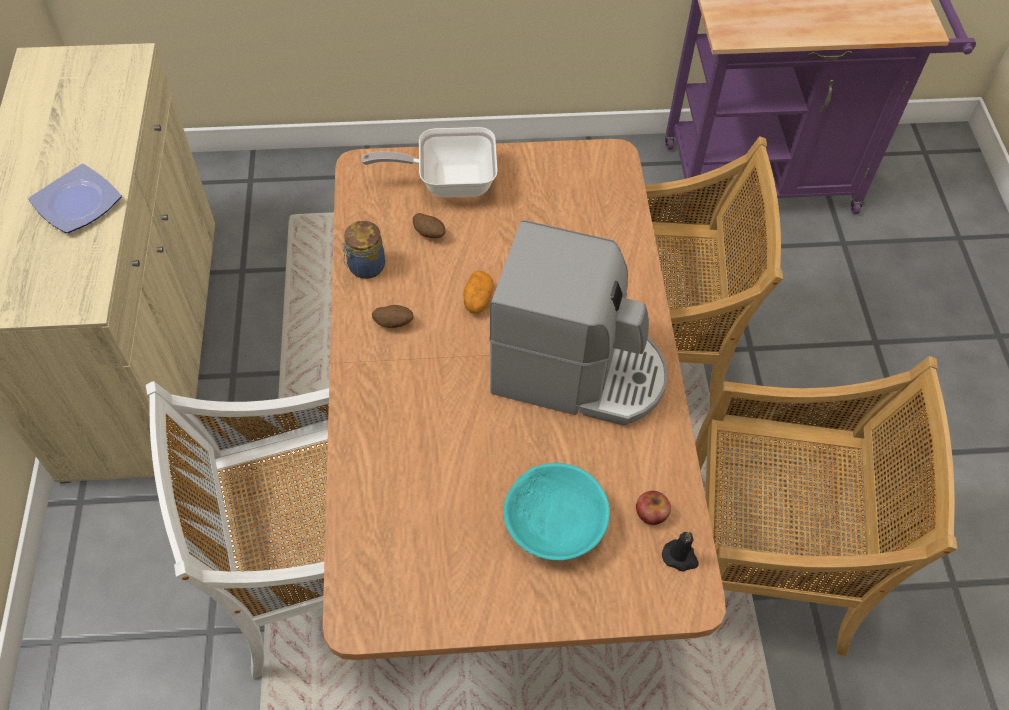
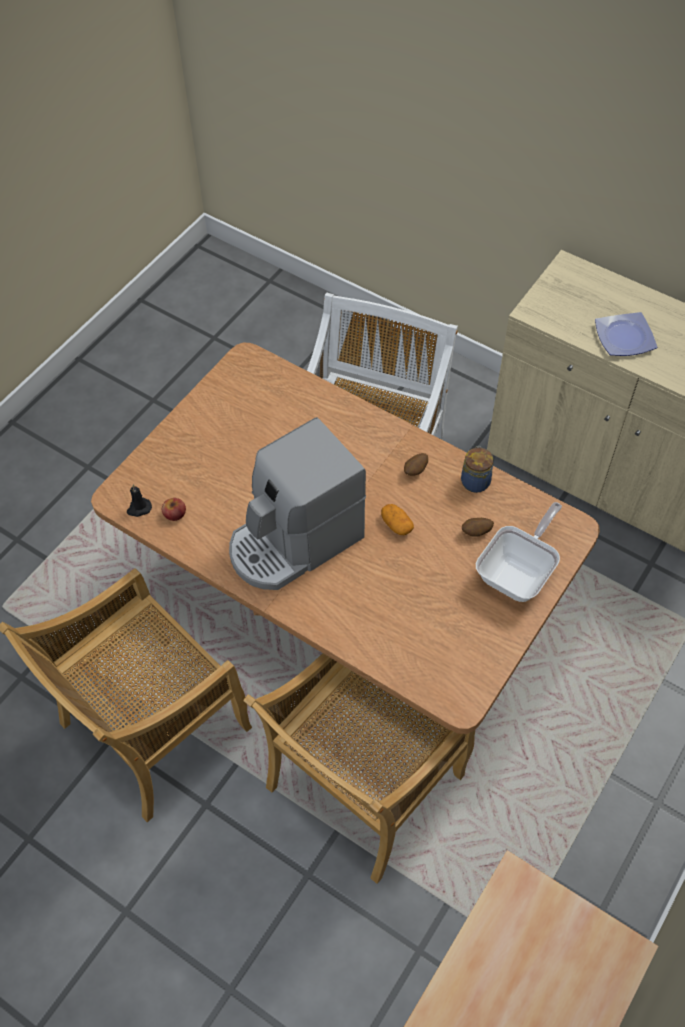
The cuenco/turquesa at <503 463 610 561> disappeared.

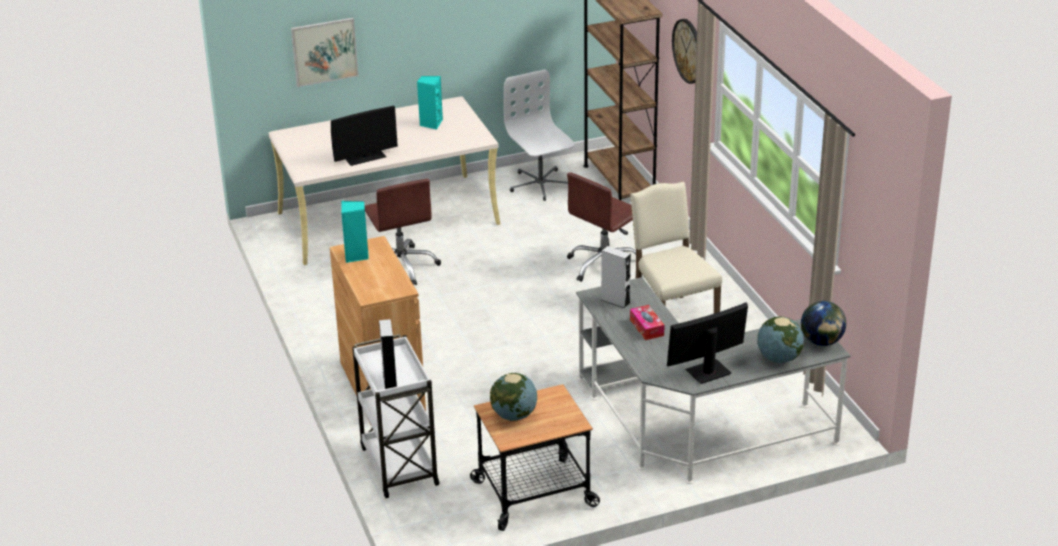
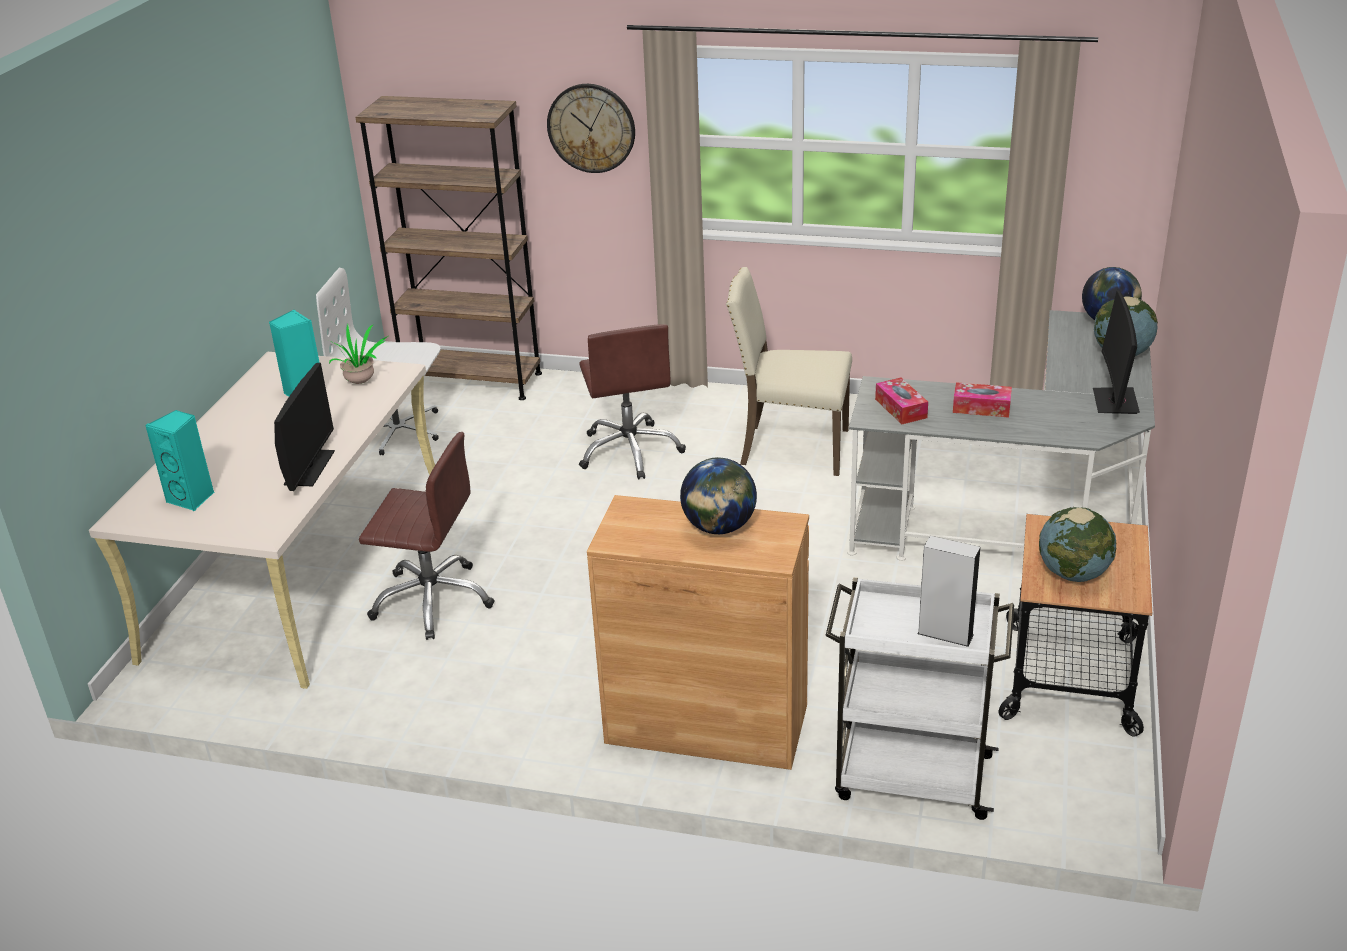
The cuadro at <291 18 358 87> disappeared.
The planta en maceta at <329 324 388 384> appeared.
The globo terráqueo at <680 457 757 534> appeared.
The altavoz/turquesa moved from <341 201 369 263> to <145 410 214 512>.
The altavoz/gris at <601 246 631 308> was replaced by the caja de pañuelos at <875 378 928 424>.

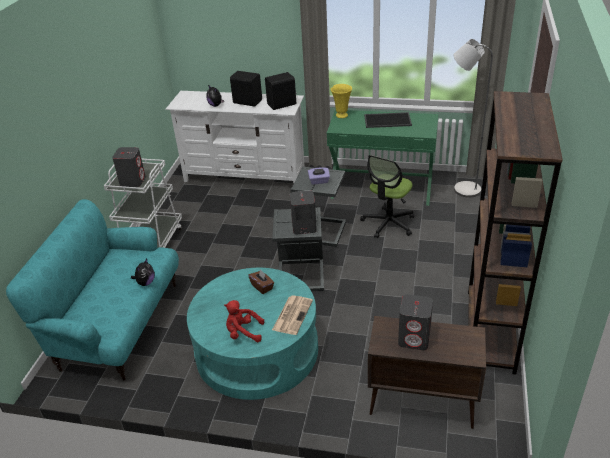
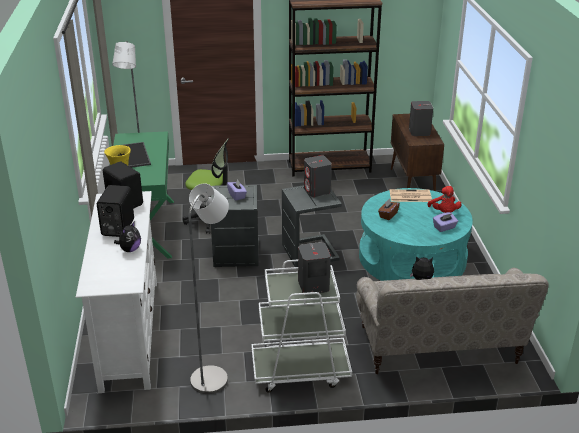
The lámpara de pie/gris at <189 183 229 394> appeared.
The caja de pañuelos/morado at <433 212 458 232> appeared.
The sofá/turquesa at <6 199 179 380> became the sofá/beis at <356 268 549 374>.

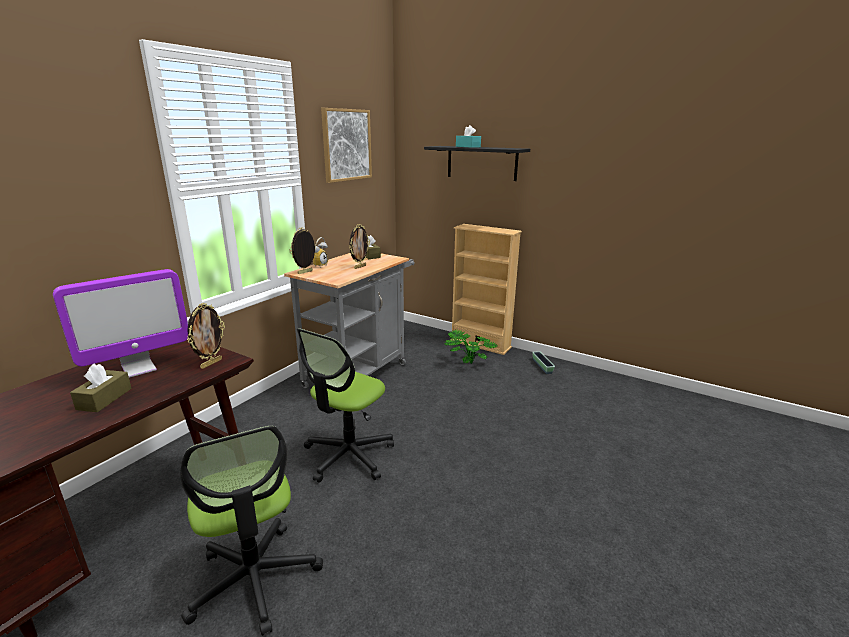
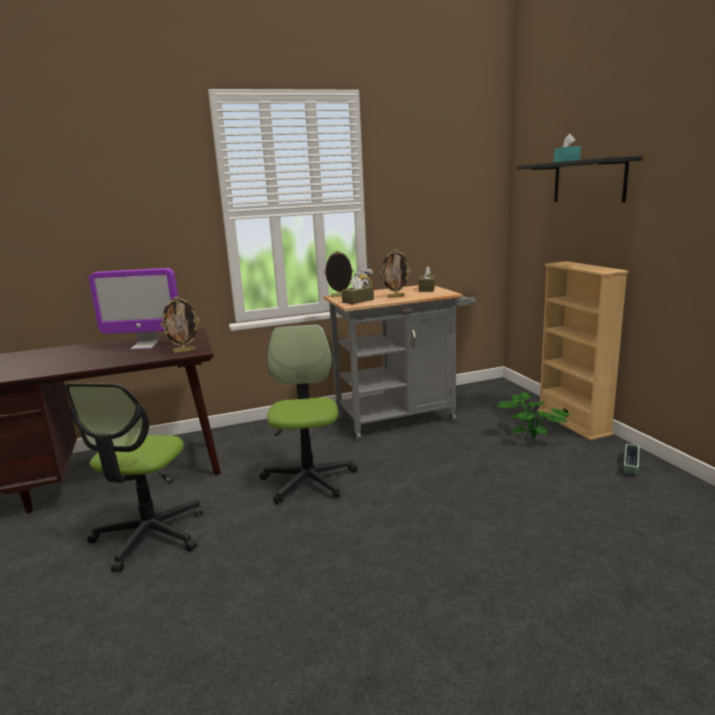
The cuadro at <321 108 372 183> disappeared.
The caja de pañuelos/marrón moved from <70 364 132 412> to <342 276 374 304>.
The silla de oficina at <297 328 394 483> turned 105 degrees clockwise.

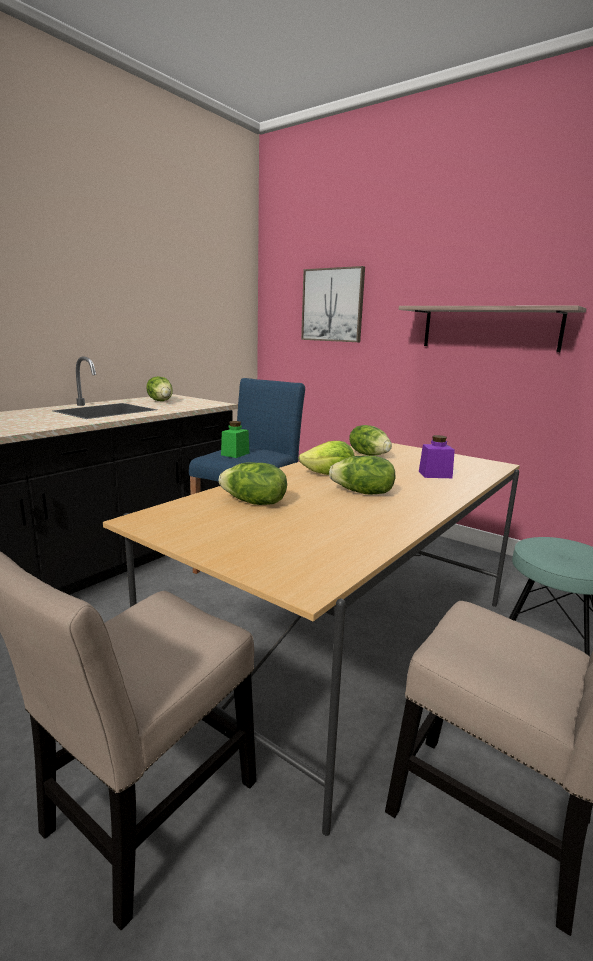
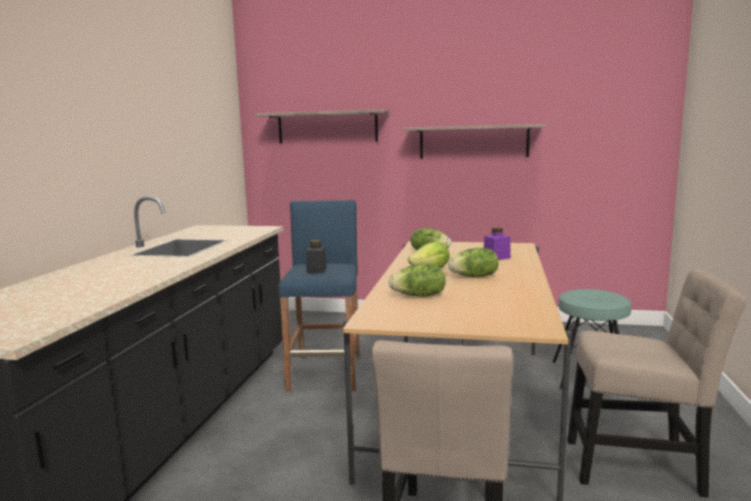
The lechuga at <146 376 173 401> disappeared.
The cuadro at <301 266 365 342> was replaced by the estante at <256 109 389 144>.
The tarro/verde at <221 421 249 458> became the tarro/negro at <307 240 327 273>.

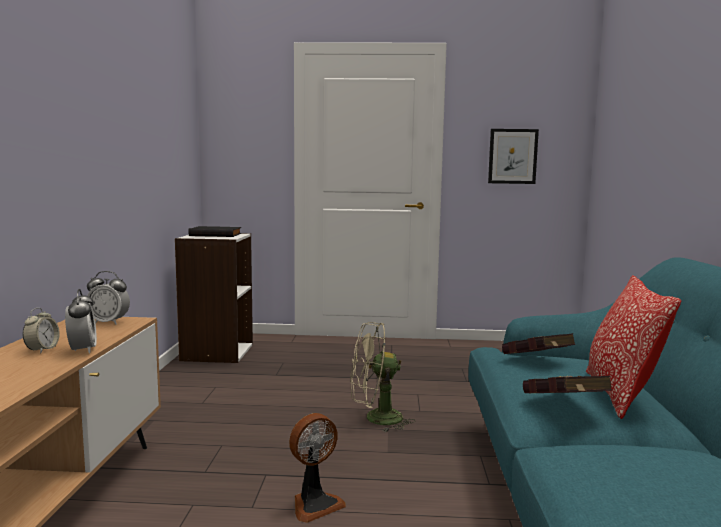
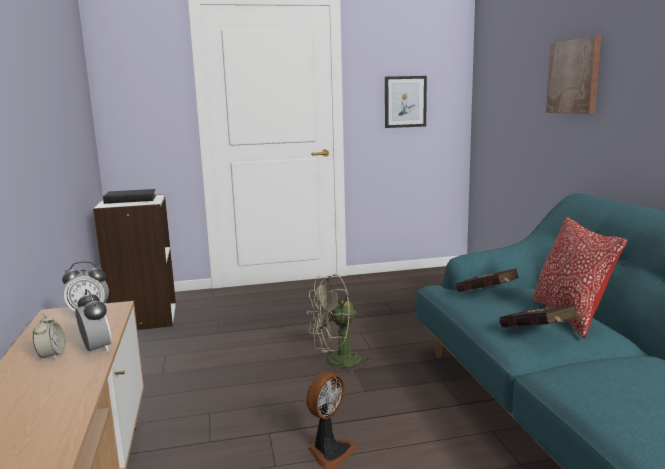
The cuadro at <546 35 601 114> appeared.

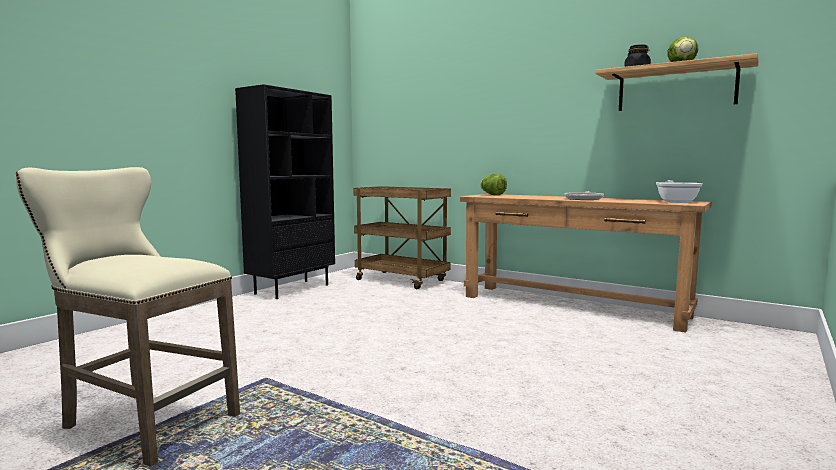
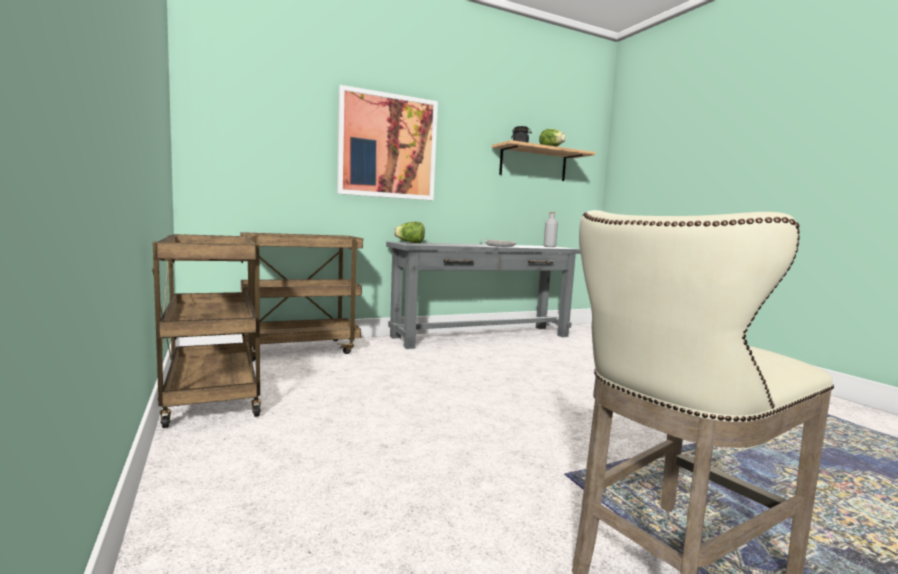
The cuadro at <337 85 438 200> appeared.
The estantería/negro at <235 84 335 299> was replaced by the carrito/marrón at <152 234 261 428>.
The sartén at <656 180 702 203> was replaced by the botella/gris at <544 212 558 247>.
The mesa consola/marrón at <460 194 712 333> became the mesa consola/gris at <386 242 580 349>.

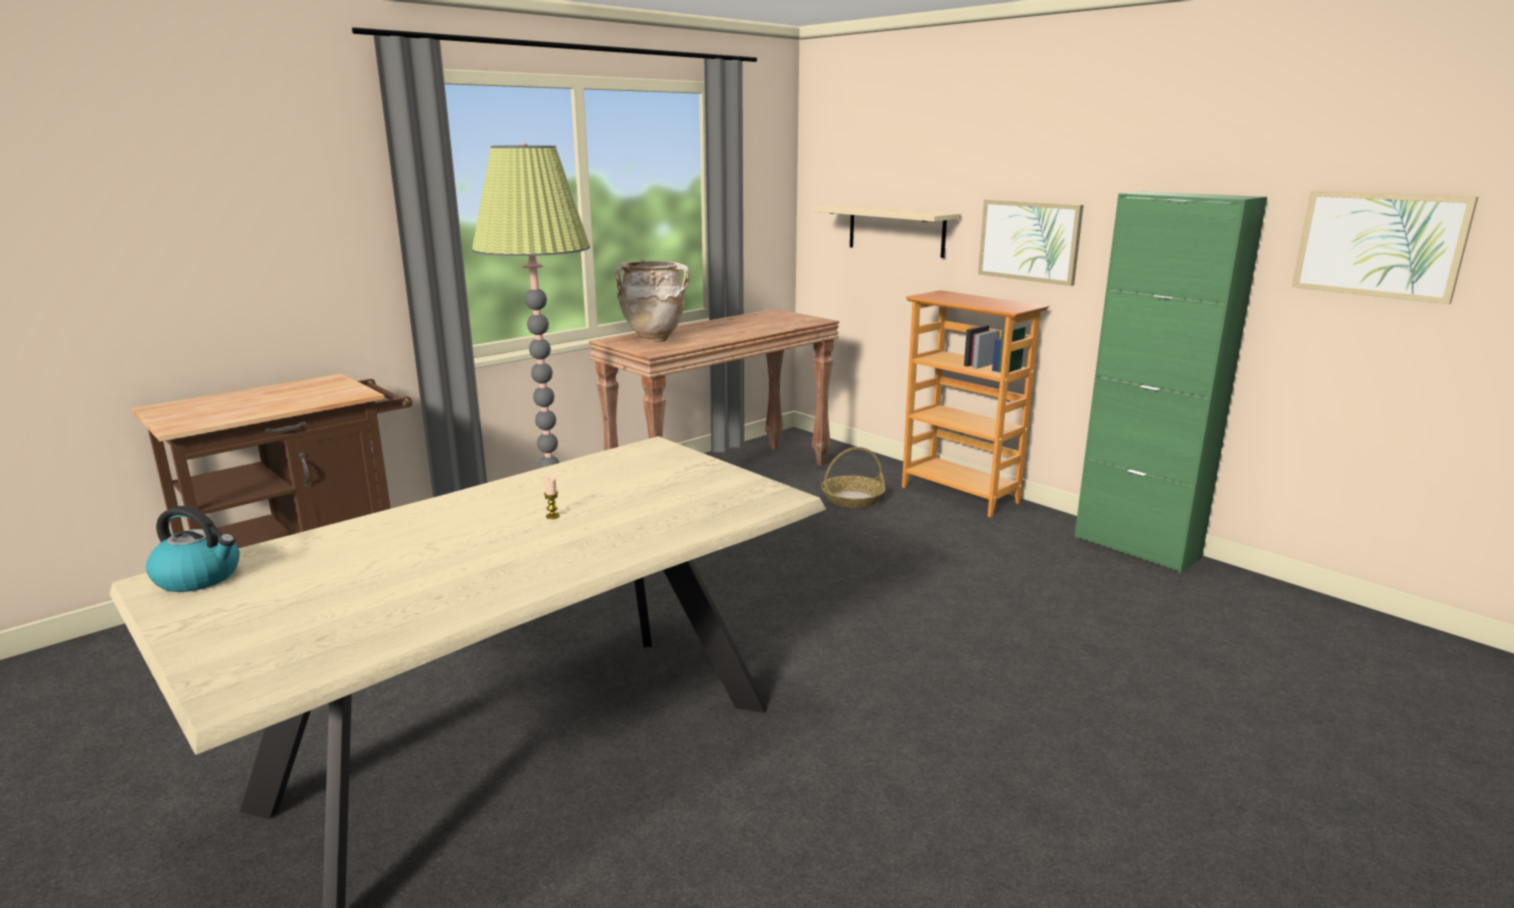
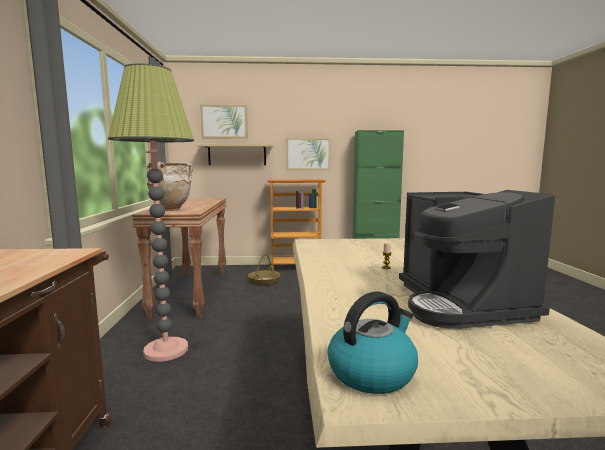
The cafetera at <399 190 555 329> appeared.
The cuadro moved from <1292 190 1478 304> to <200 105 248 139>.

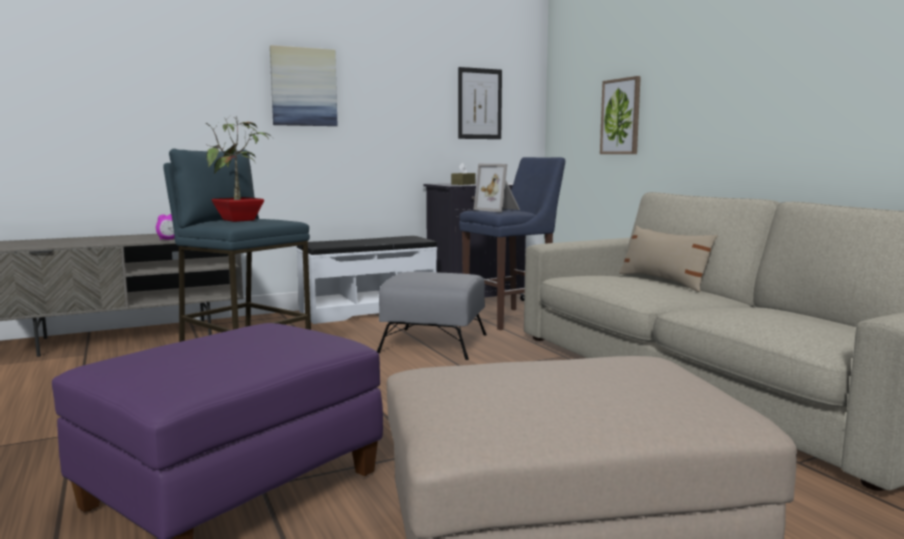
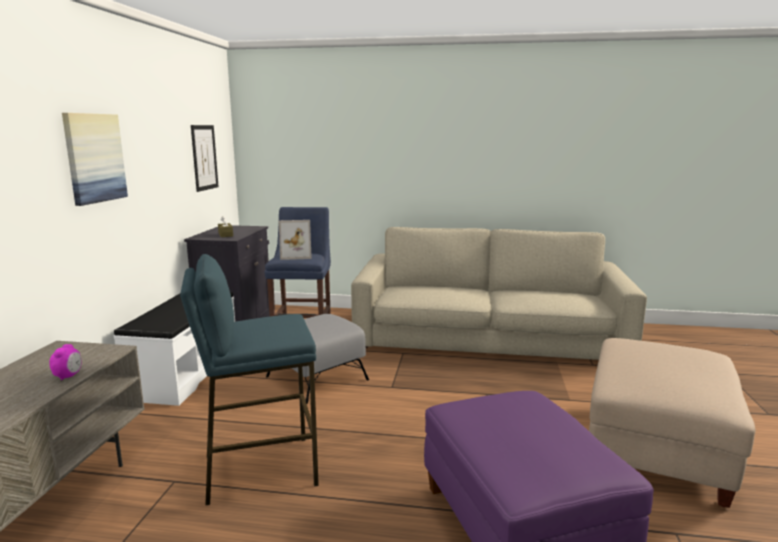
The planta en maceta at <203 116 272 222> disappeared.
The cuadro at <600 76 641 154> disappeared.
The cojín/beis at <619 225 718 292> disappeared.

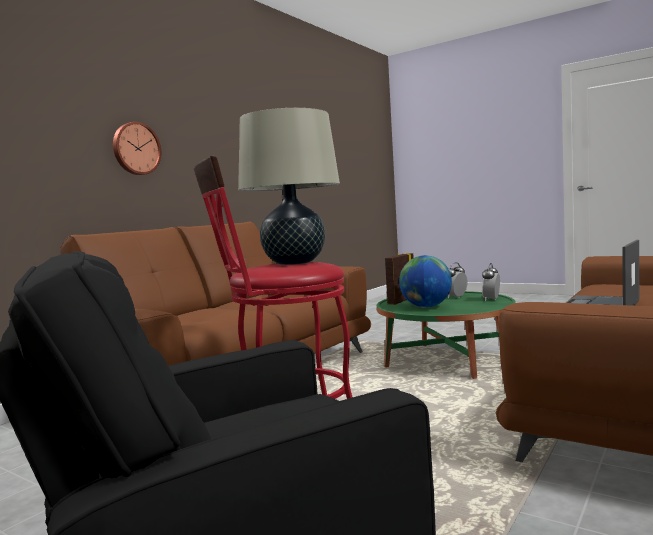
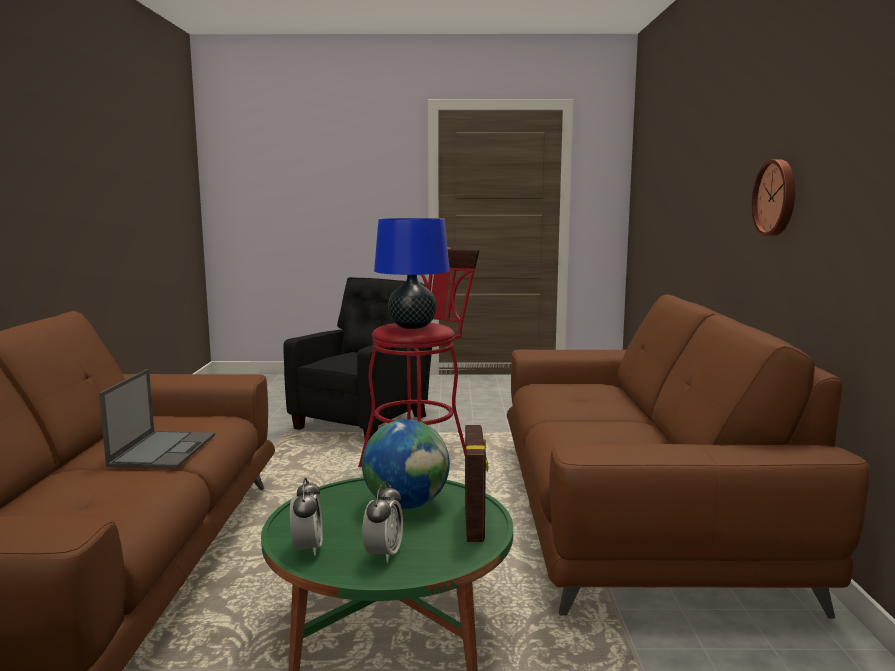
The lámpara de mesa/beis at <238 108 340 265> became the lámpara de mesa/azul at <374 218 450 329>.

